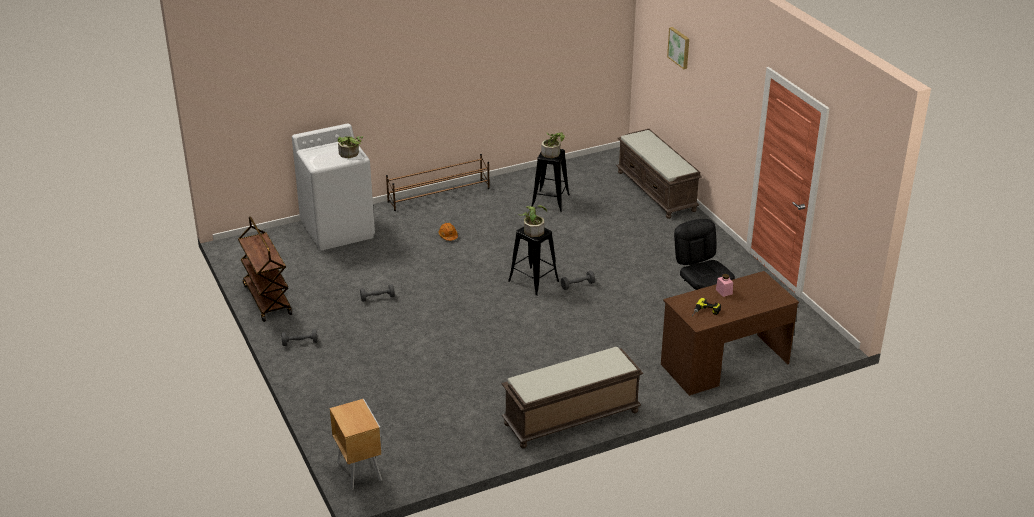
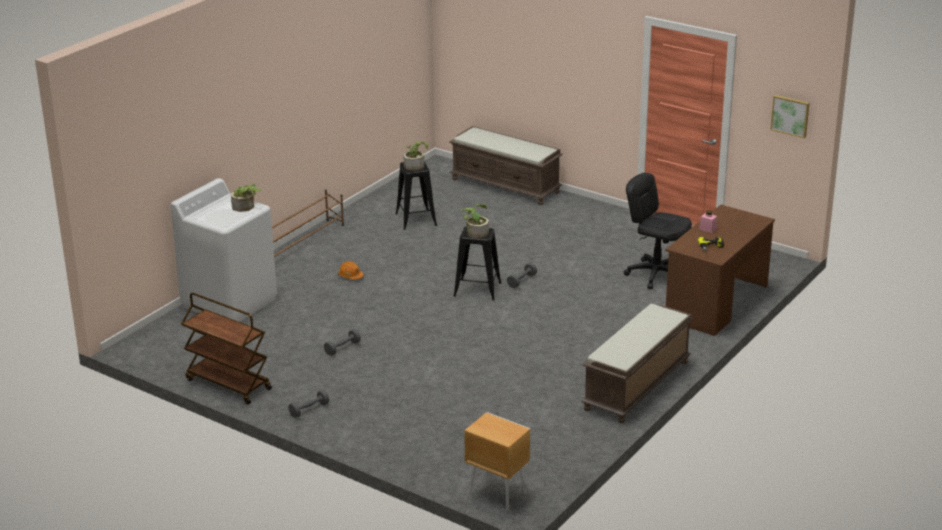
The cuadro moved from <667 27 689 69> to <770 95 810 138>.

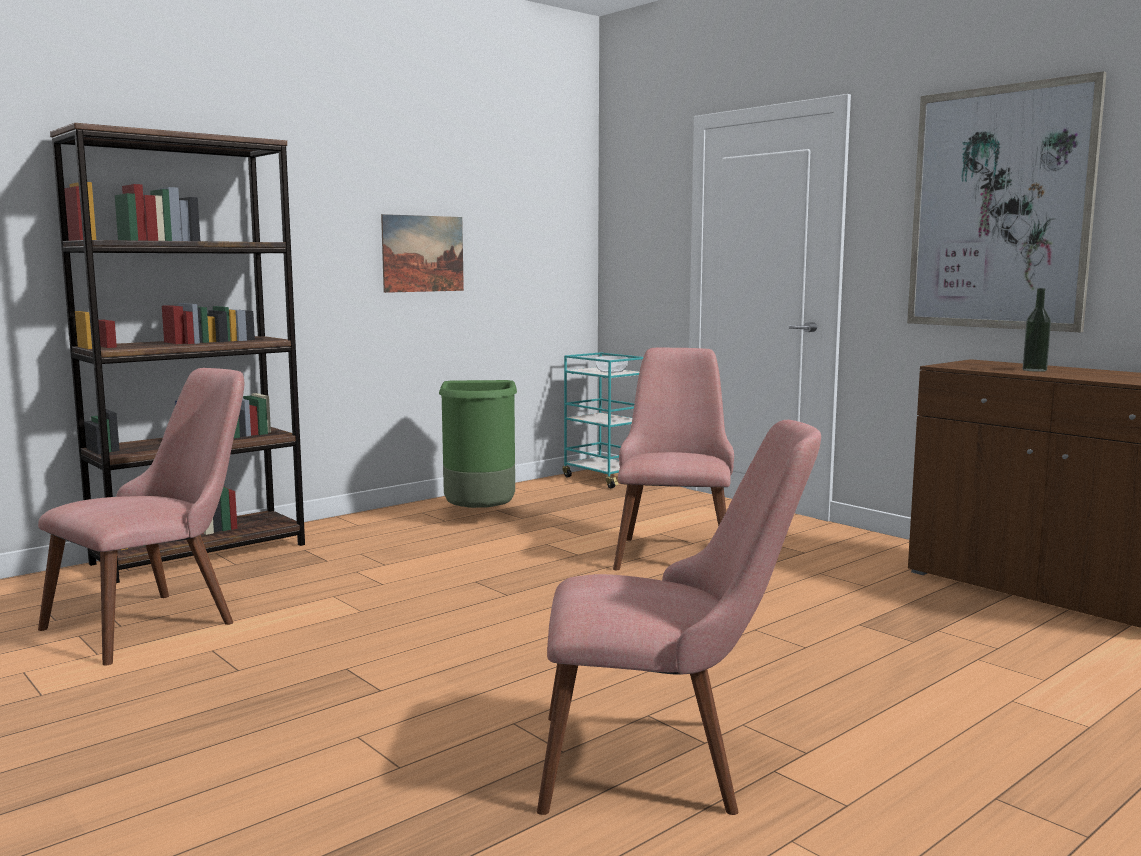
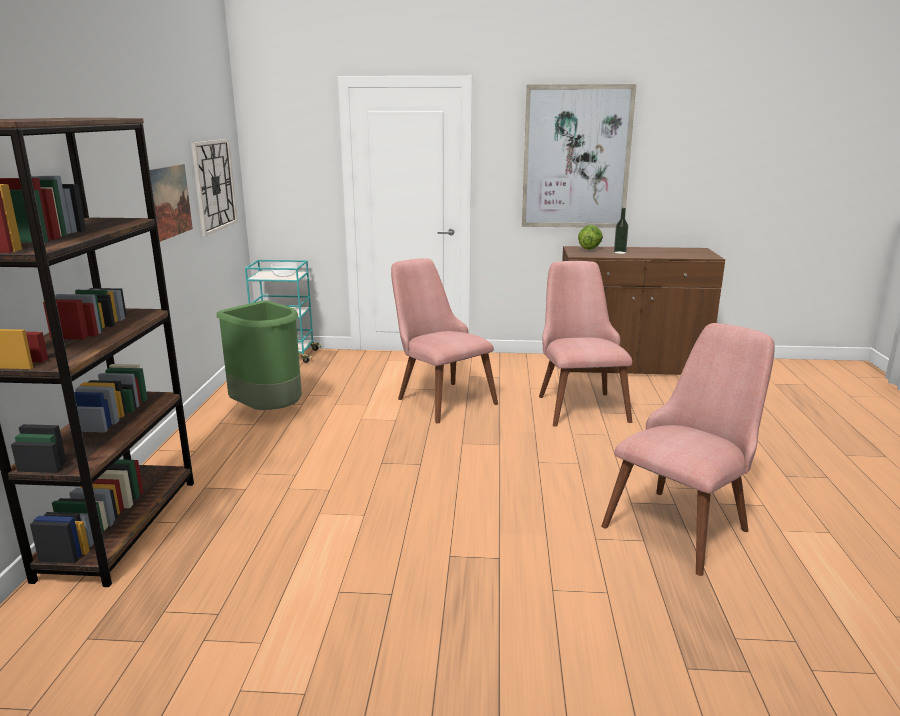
The reloj de pared at <191 139 238 236> appeared.
The lechuga at <578 225 603 250> appeared.
The silla/rosa moved from <38 368 245 666> to <539 261 632 427>.

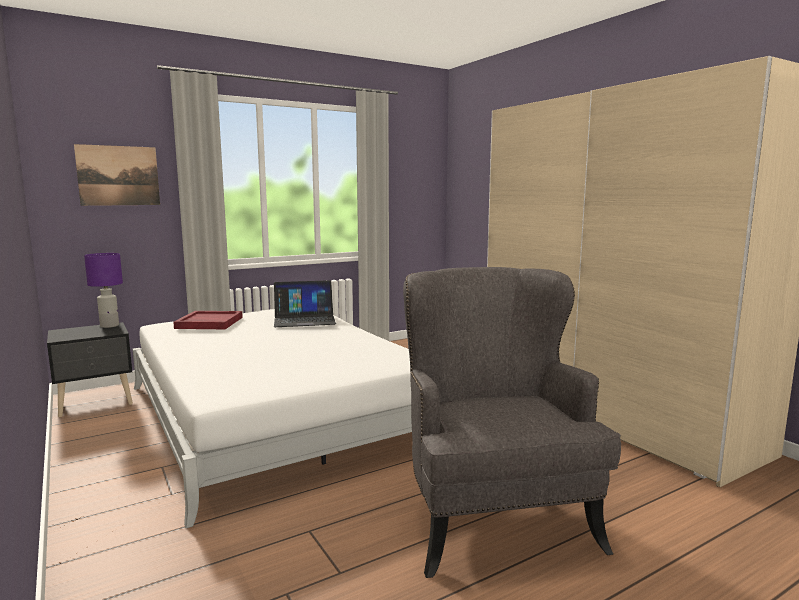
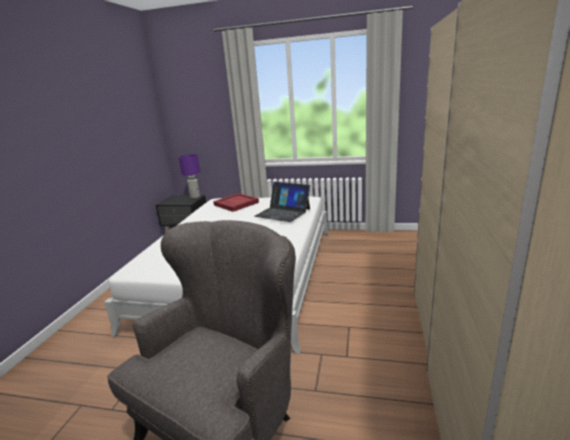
The cuadro at <74 144 160 206> disappeared.

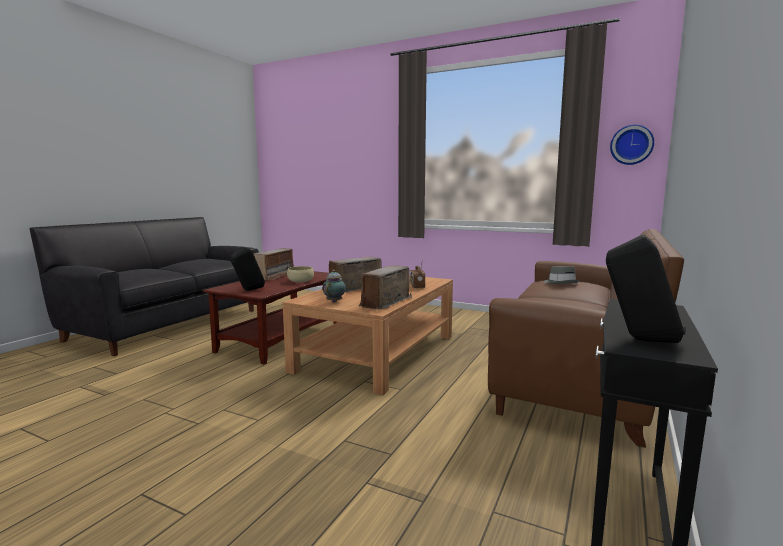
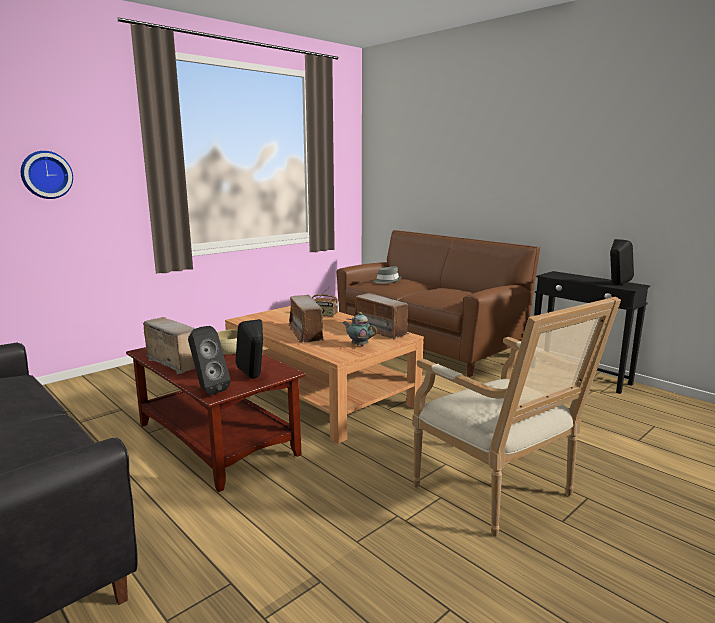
The altavoz/negro at <188 326 231 395> appeared.
The sillón at <412 297 621 537> appeared.
The reloj de pared moved from <610 124 654 165> to <21 151 73 199>.

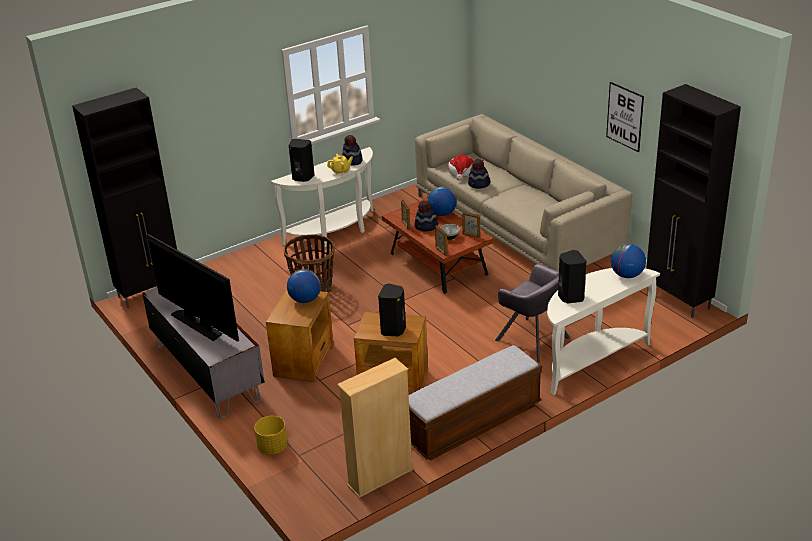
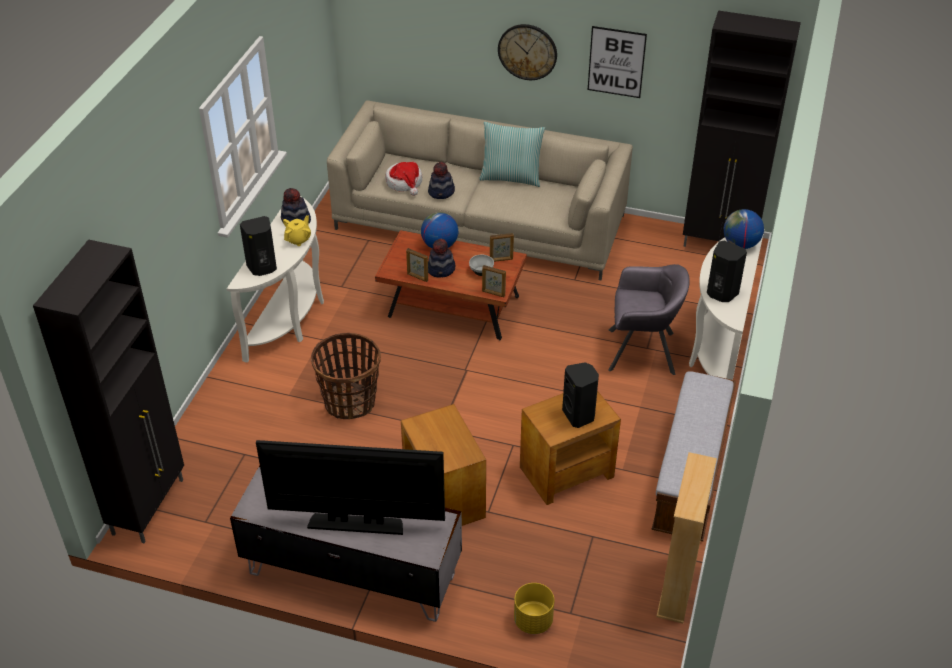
The globo terráqueo at <287 269 321 303> disappeared.
The cojín at <479 122 545 187> appeared.
The reloj de pared at <498 24 557 80> appeared.

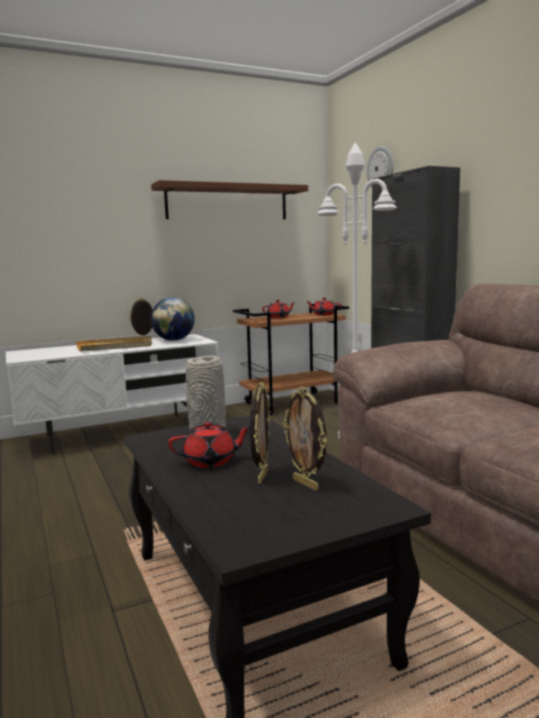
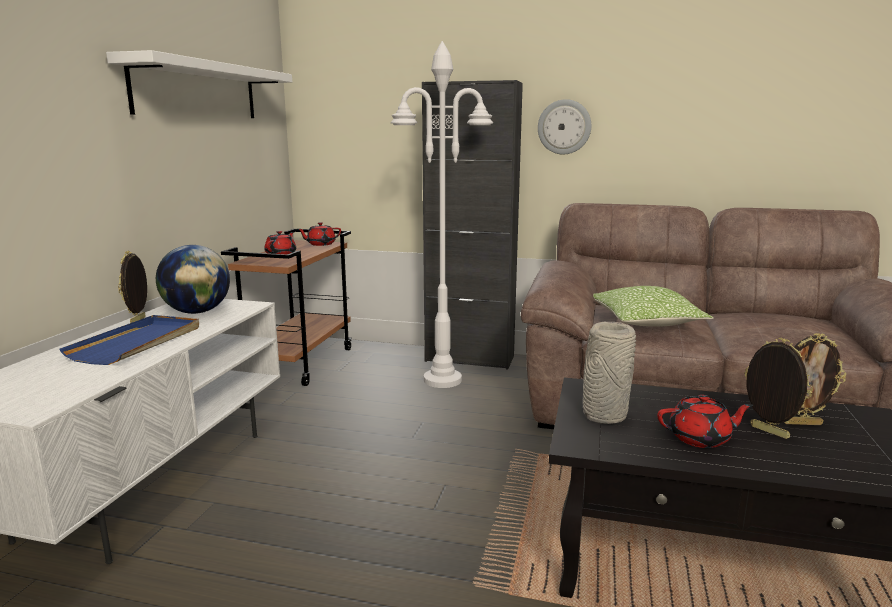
The cojín at <593 286 714 327> appeared.
The reloj de pared moved from <367 146 394 188> to <538 99 591 154>.
The bandeja/beis at <76 336 152 351> became the bandeja/azul at <59 315 199 365>.
The estante/marrón at <151 180 308 220> became the estante/blanco at <106 50 292 118>.
The tetera/rojo at <168 421 250 468> turned 60 degrees clockwise.

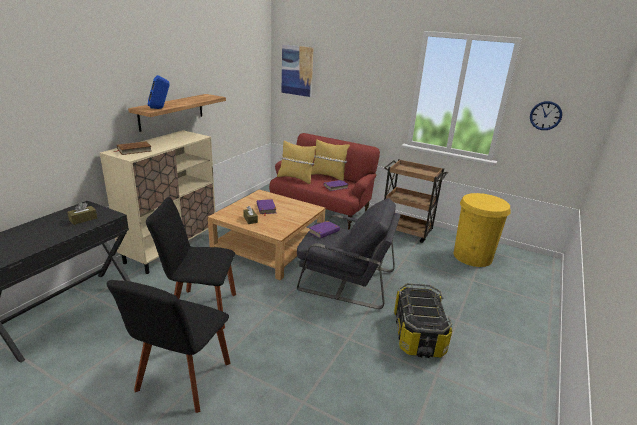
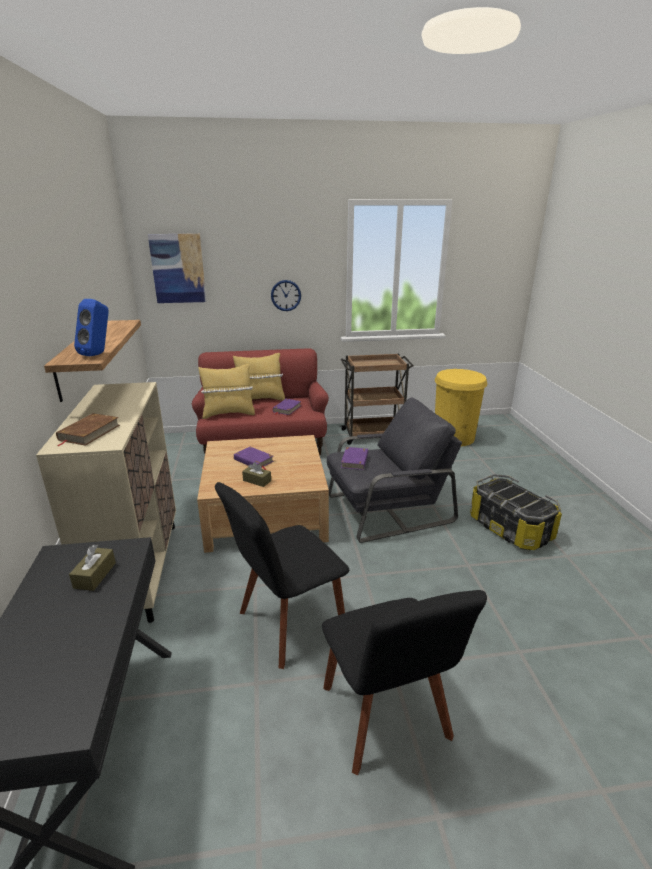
The reloj de pared moved from <530 101 562 130> to <271 280 301 311>.

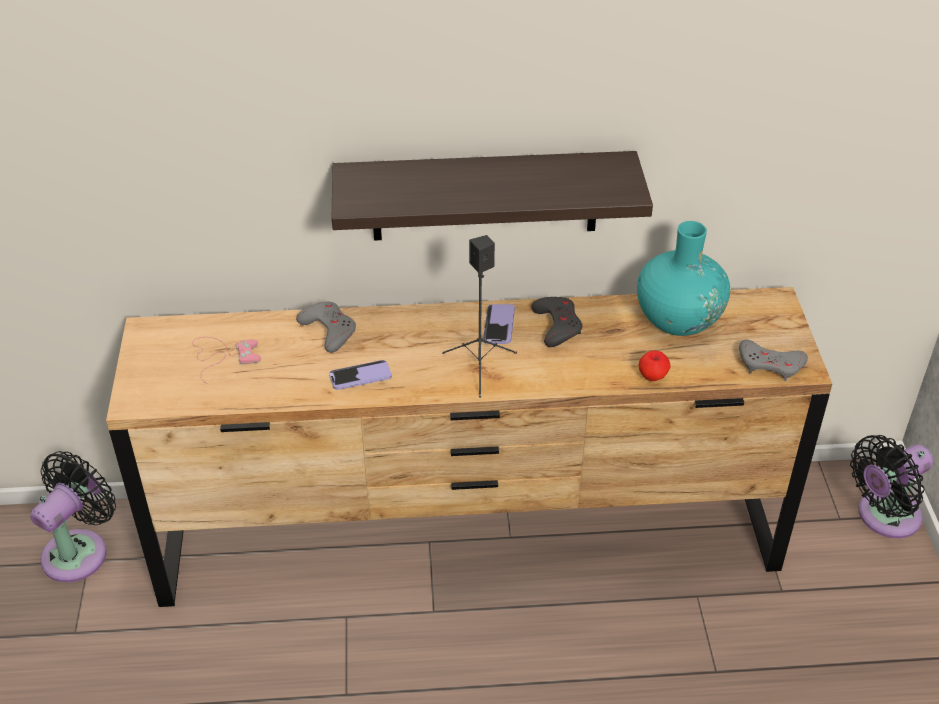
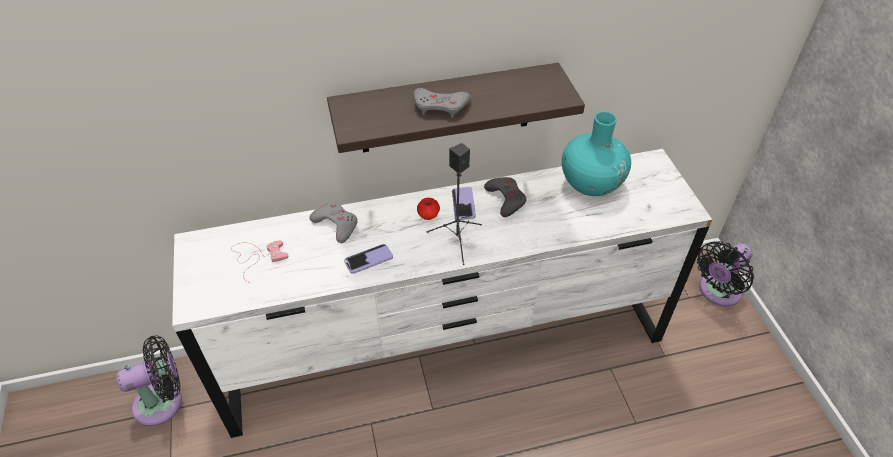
The manzana moved from <638 351 671 381> to <417 198 440 220>.
The mando de consola/gris moved from <739 339 808 381> to <413 88 470 118>.
The cómoda/marrón at <106 287 832 607> became the cómoda/blanco at <172 149 712 438>.
The ventilador/negro at <30 451 116 582> turned 45 degrees clockwise.

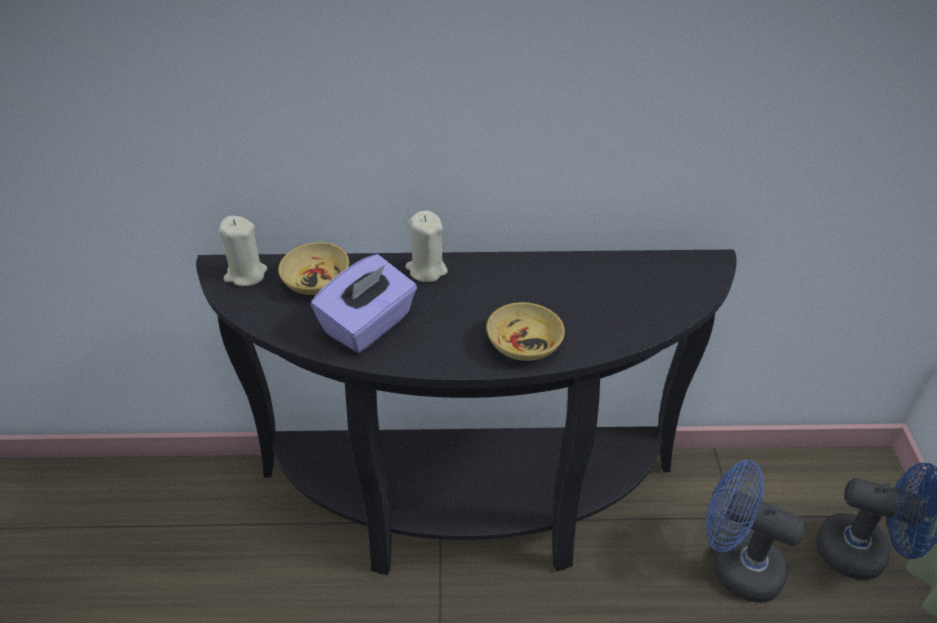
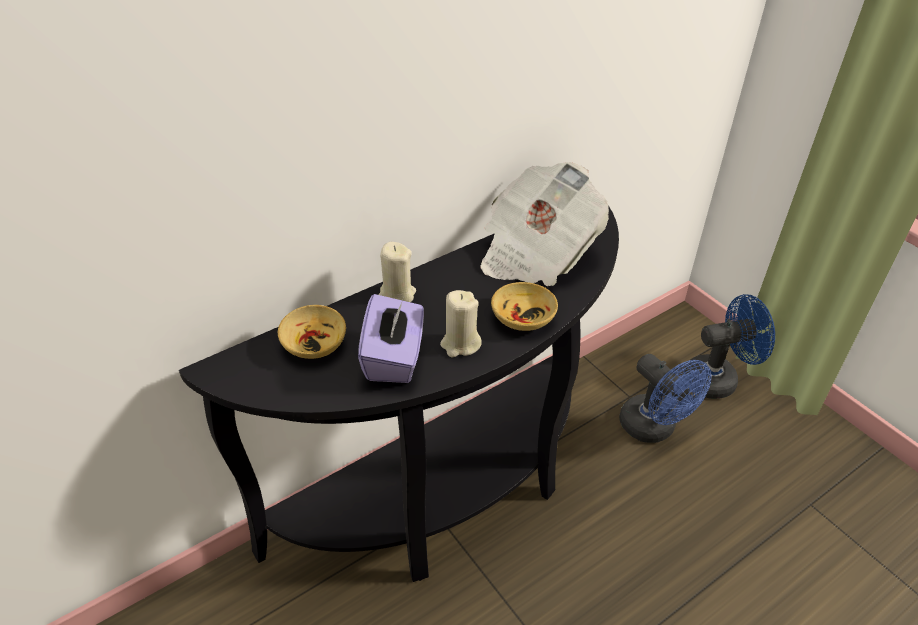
The periódico at <481 162 609 286> appeared.
The vela/beis moved from <219 216 267 286> to <440 290 482 357>.
The ventilador/azul at <706 460 806 603> turned 120 degrees counterclockwise.

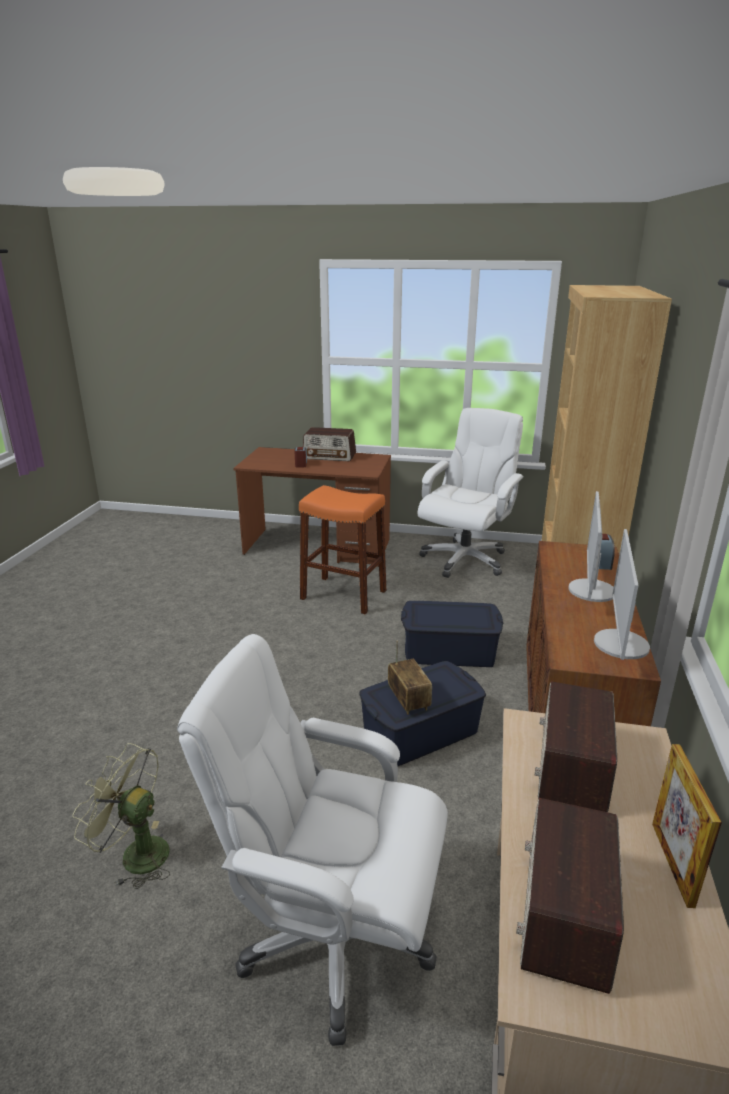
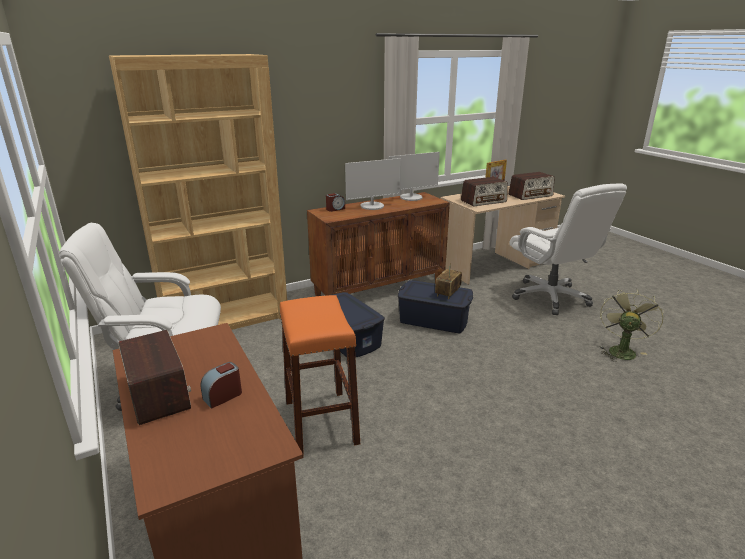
The ventilador/verde at <72 743 170 889> turned 135 degrees counterclockwise.

